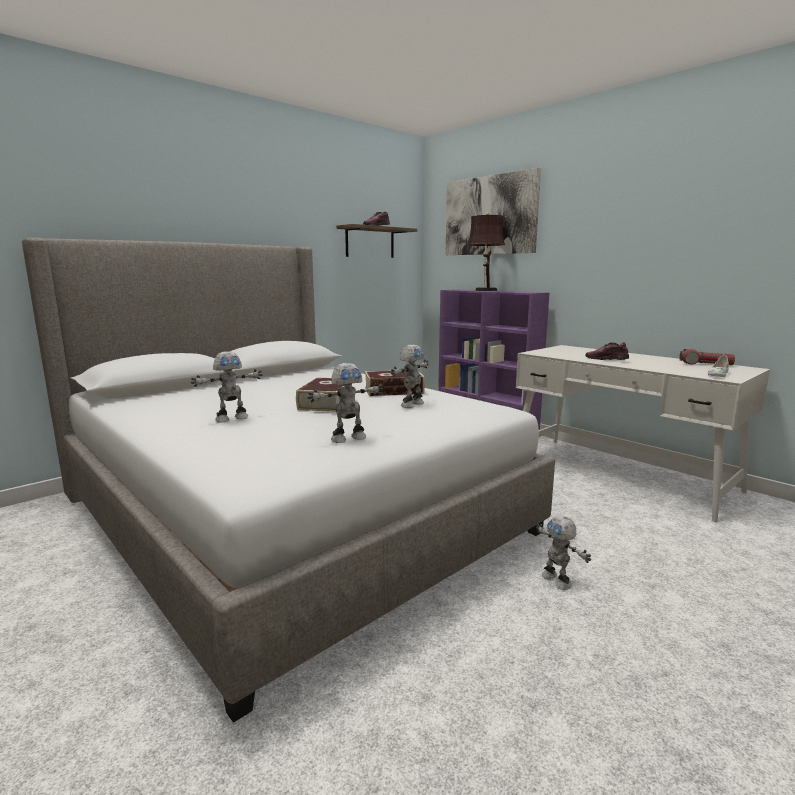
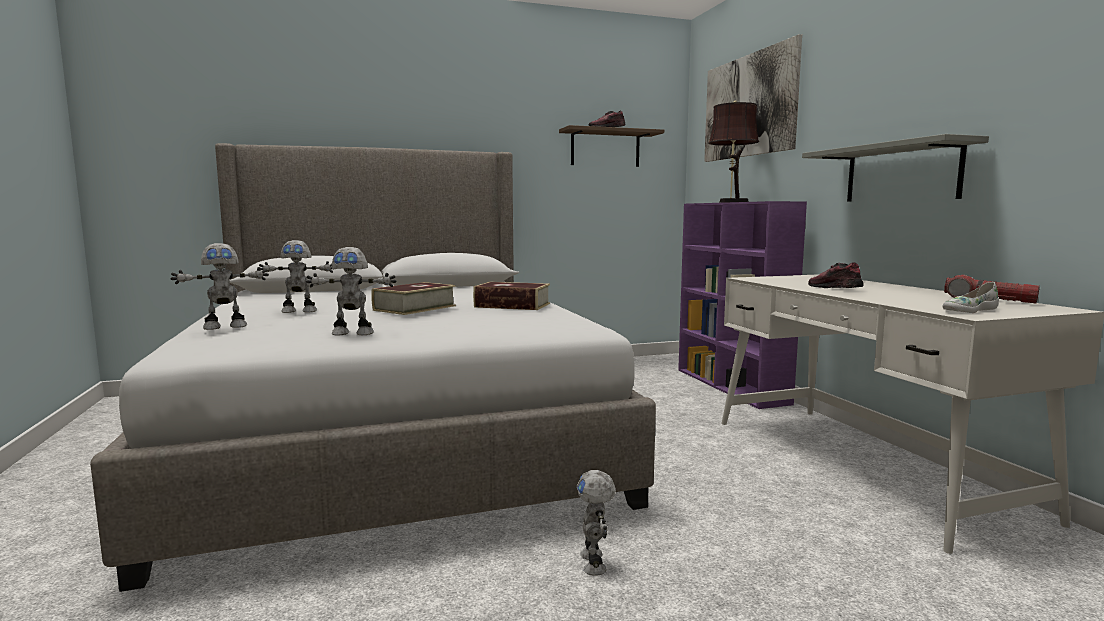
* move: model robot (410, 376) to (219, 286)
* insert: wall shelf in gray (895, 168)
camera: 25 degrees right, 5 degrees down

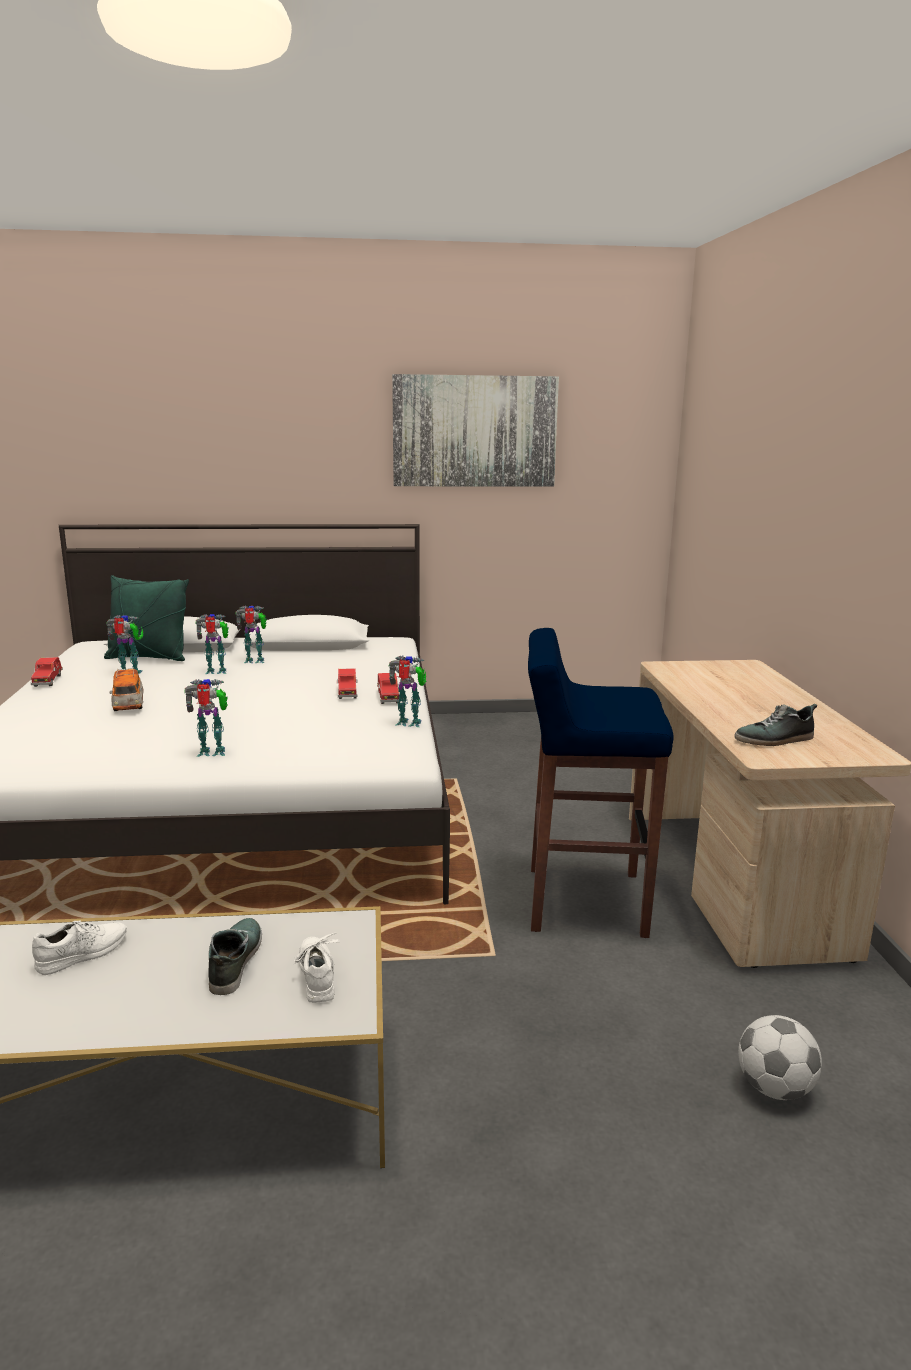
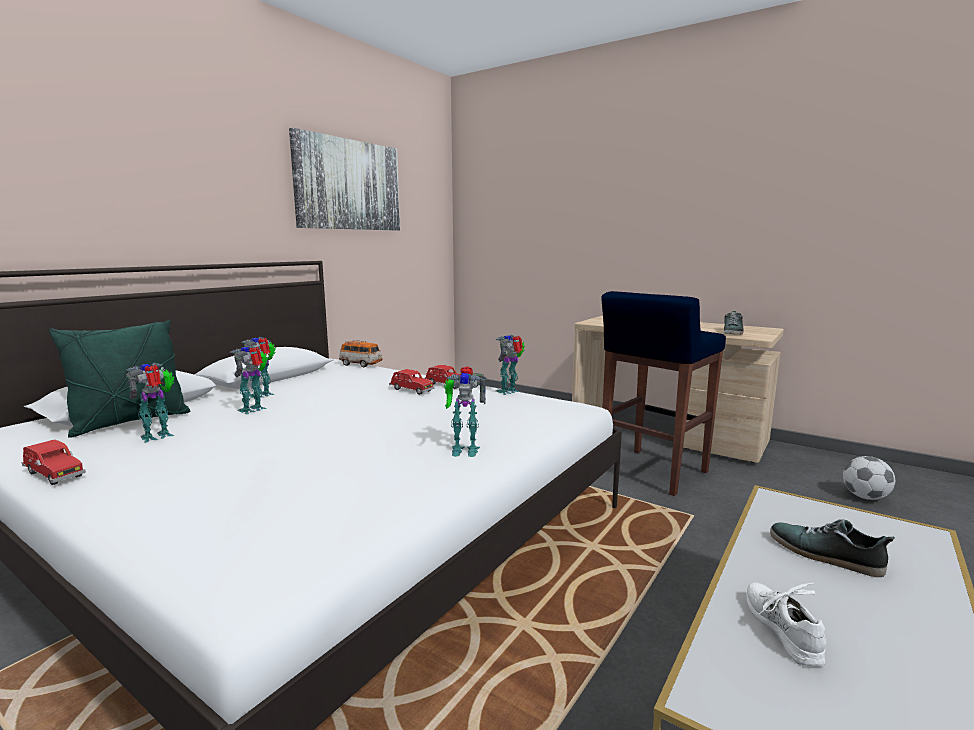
* move: model car (127, 689) to (360, 353)
* rotate: model robot (206, 718) = (465, 412) 120 degrees counterclockwise
* delete: low shoe in white-coloured (317, 968)
camera: 50 degrees left, 5 degrees down

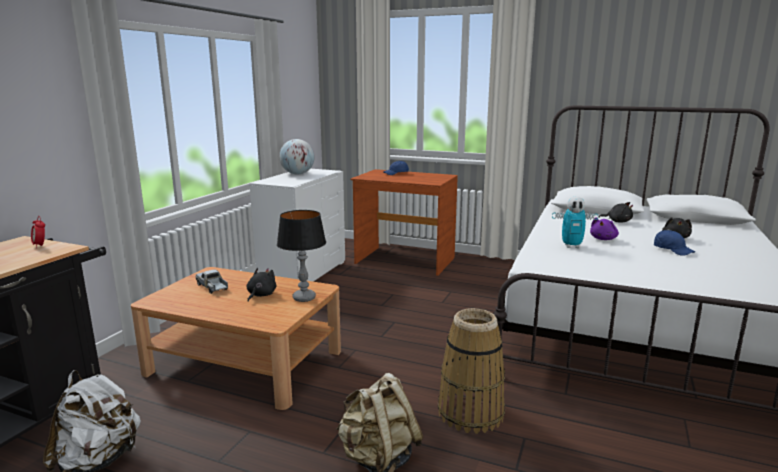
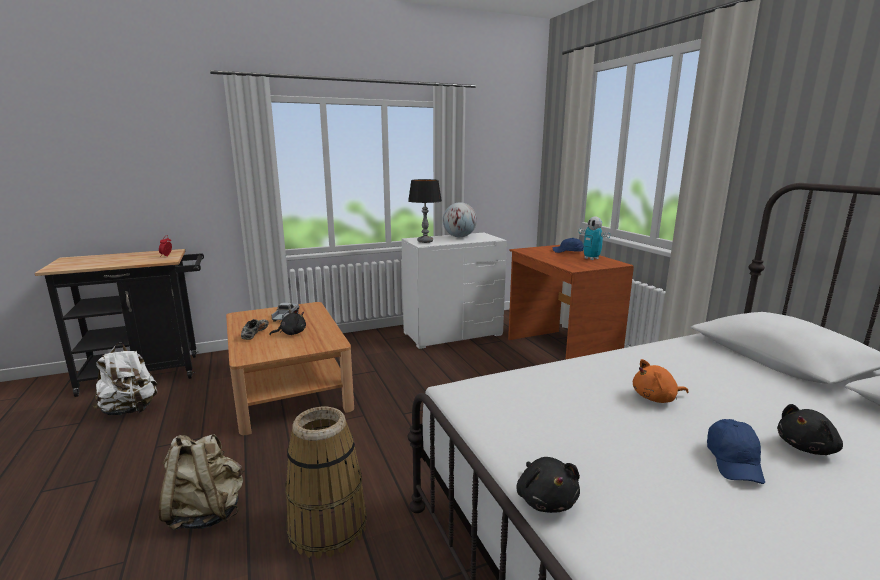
* move: tabletop lamp (301, 256) to (425, 211)
* move: model robot (575, 222) to (595, 238)
* recolor: soft toy in purple (604, 228) to soft toy in orange (661, 381)
* move: soft toy in black (616, 212) to (548, 485)
* insert: low shoe (255, 329)
camera: 45 degrees right, 0 degrees up

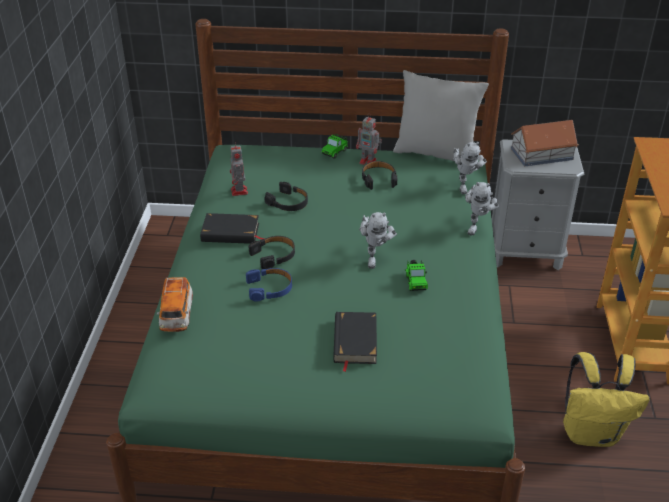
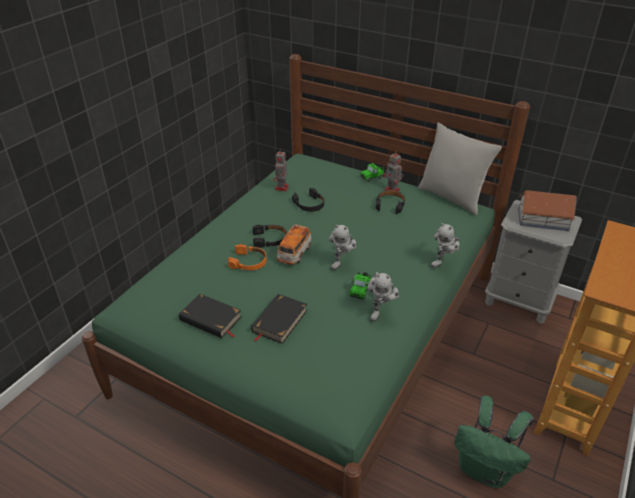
* move: model car (175, 304) to (294, 244)
* move: volume in black (232, 228) to (210, 316)
* recolor: headset in bluish (269, 284) to headset in orange (247, 257)
* move: model robot (470, 168) to (383, 297)
* recolor: knapsack in yellow-coloured (606, 399) to knapsack in green (494, 442)
camera: 25 degrees right, 0 degrees up

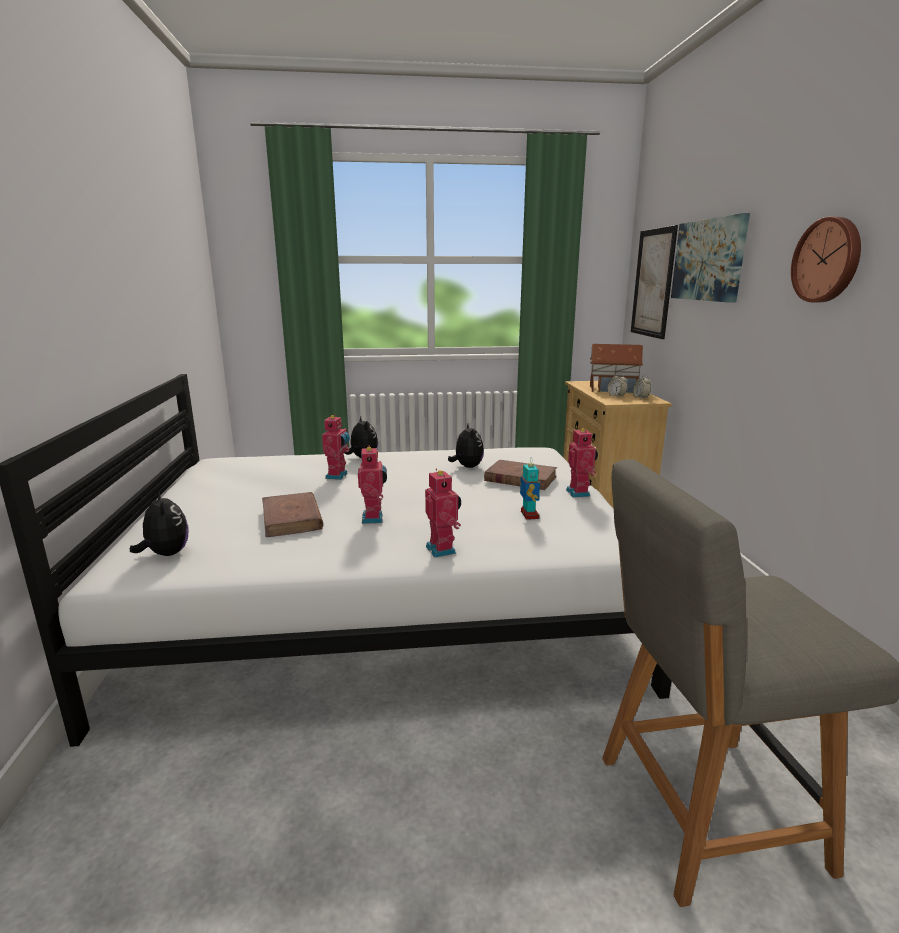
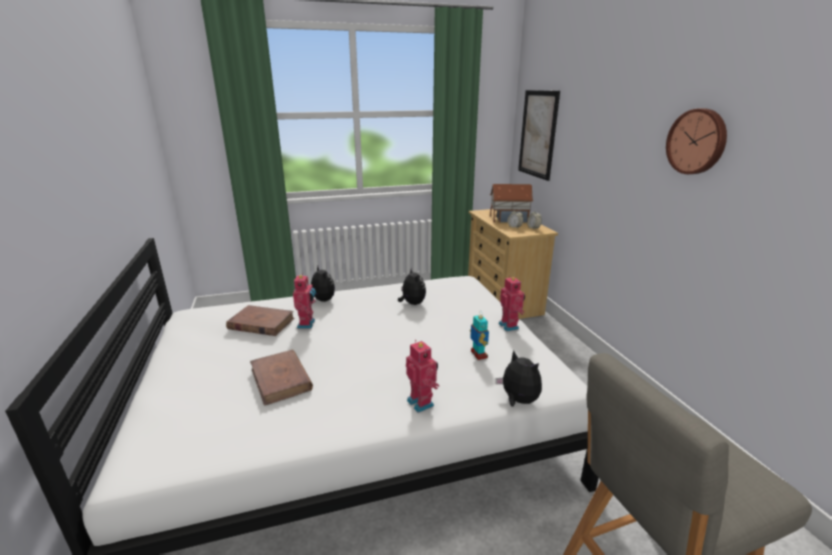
* move: soft toy (159, 523) to (519, 378)
* delete: model robot (372, 484)
* move: volume in brown (520, 475) to (260, 320)
* delete: picture (710, 258)
camera: 10 degrees left, 5 degrees up

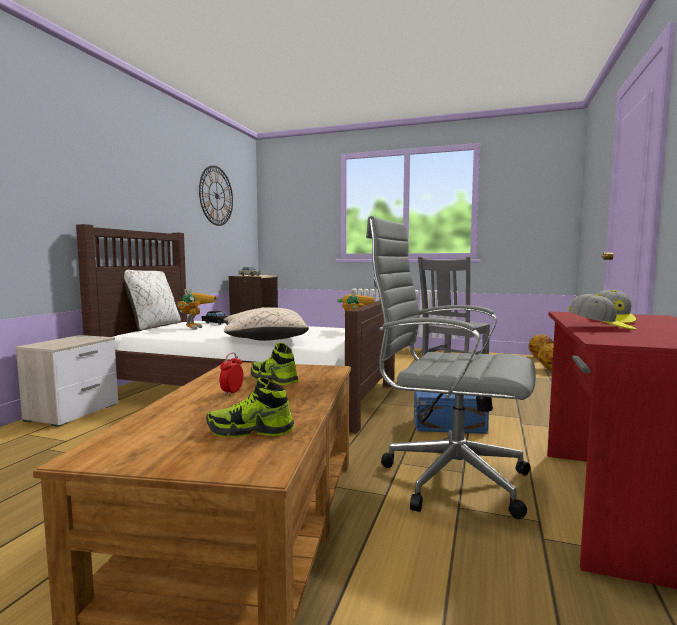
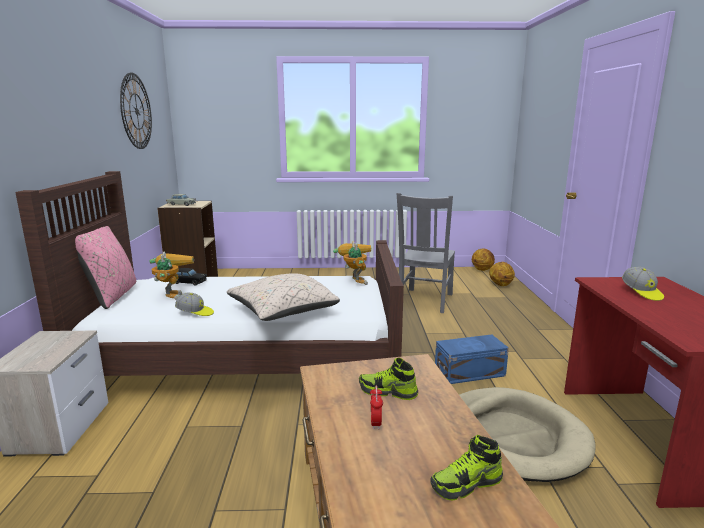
* recolor: throw pillow in white-coloured (152, 300) to throw pillow in pink-coloured (105, 267)
* replace: office chair in gray (451, 367) to pet bed in beige-coloured (527, 434)
* move: baseball cap (602, 312) to (194, 304)
camera: 20 degrees left, 10 degrees up

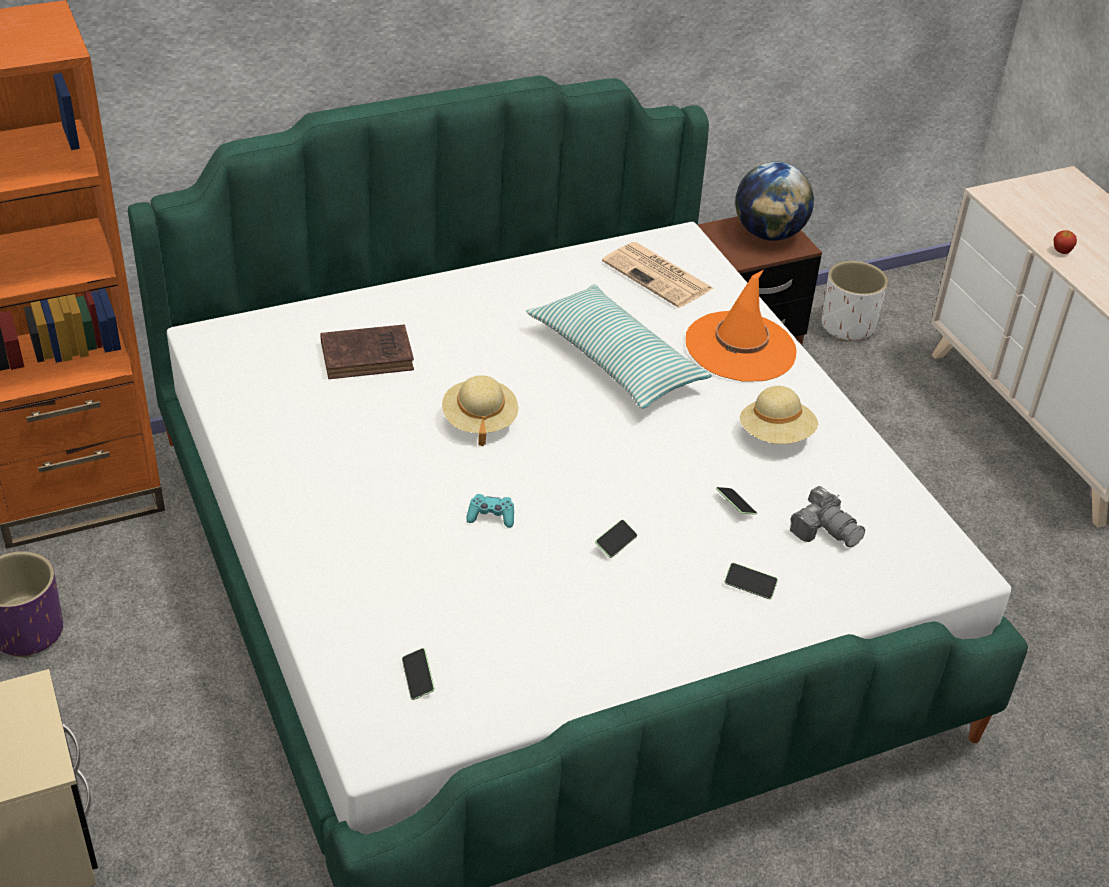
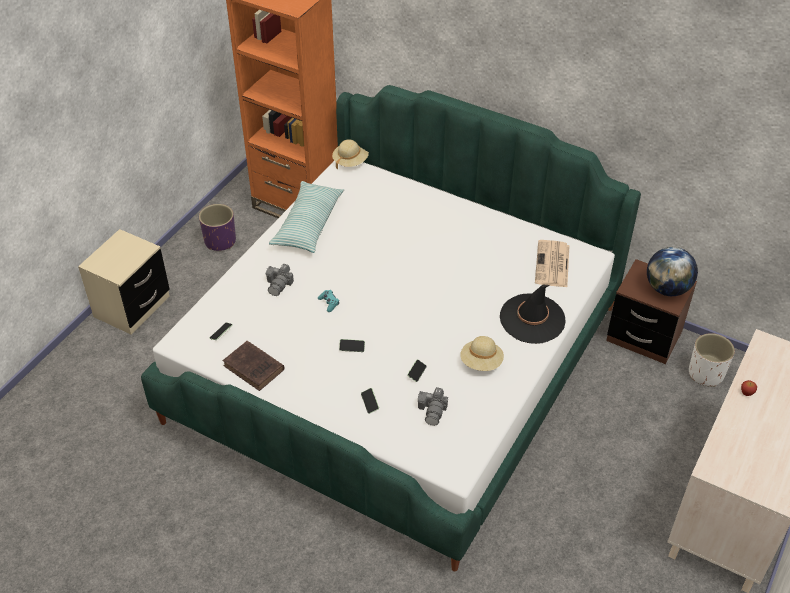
* move: volume in brown (367, 351) to (253, 366)
* move: hat in beige-coloured (480, 410) to (350, 154)
* move: throw pillow (619, 346) to (306, 217)
* recolor: hat in orange (741, 325) to hat in black (533, 314)
* insert: photo camera (280, 279)
camera: 55 degrees right, 5 degrees up

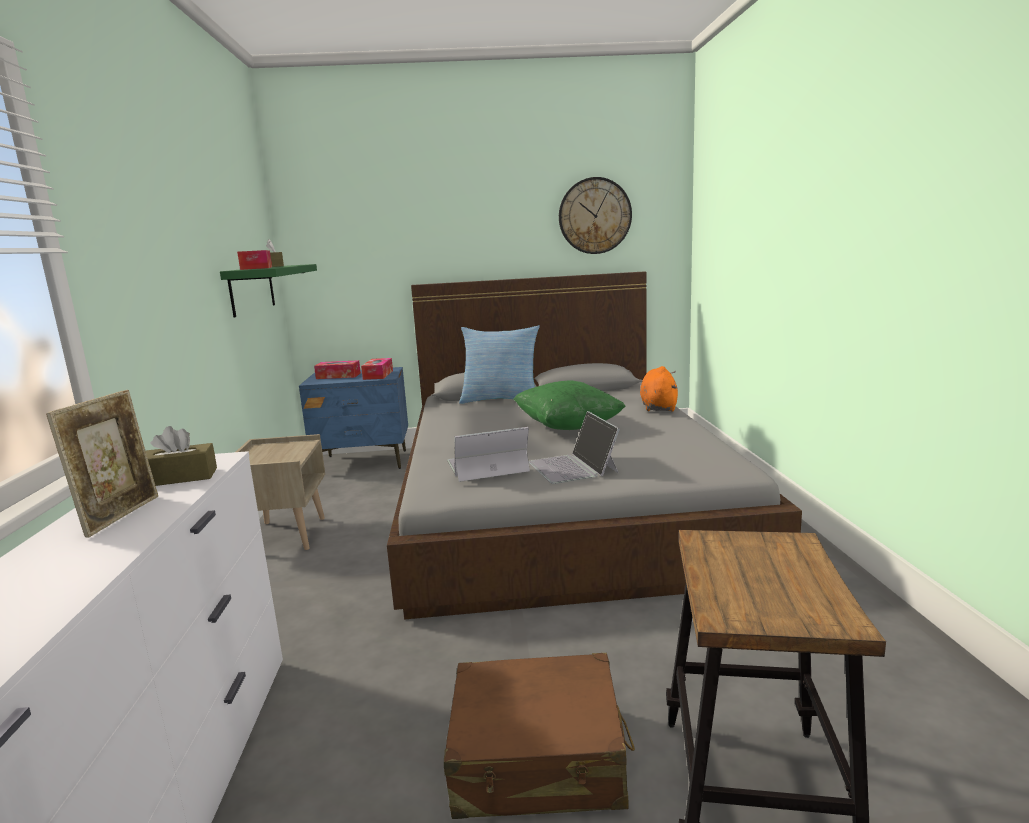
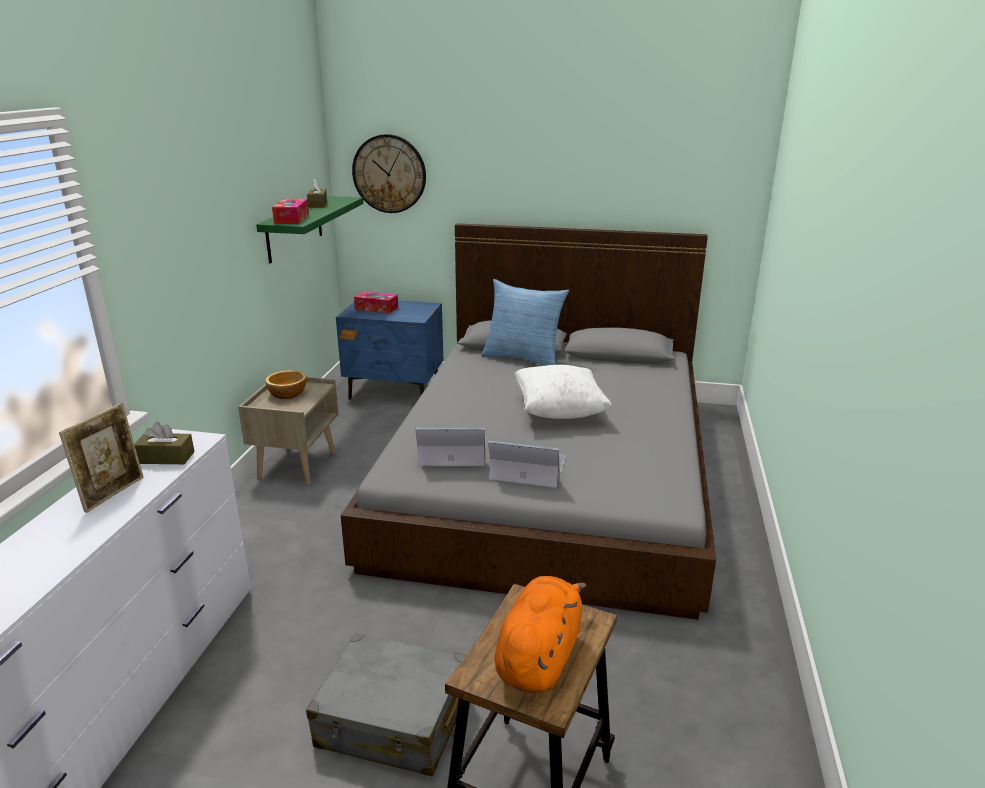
* delete: box of tissues (377, 369)
* recolor: piece of luggage in brown (539, 736) to piece of luggage in gray (386, 705)
* recolor: throw pillow in green (569, 405) to throw pillow in white-coloured (563, 392)
* rotate: portable computer (574, 447) = (527, 464) 105 degrees clockwise
* move: clock on the wall (595, 215) to (389, 173)
* move: soft toy in orange (659, 388) to (541, 634)
* insert: bowl (286, 384)
camera: 15 degrees right, 10 degrees up

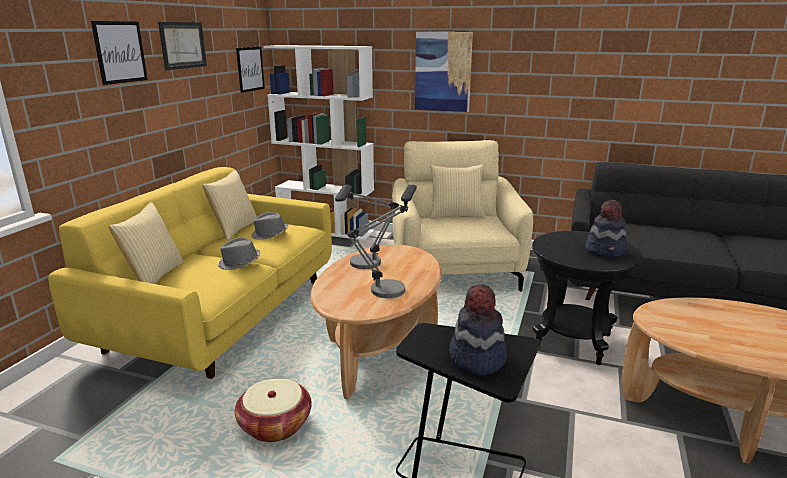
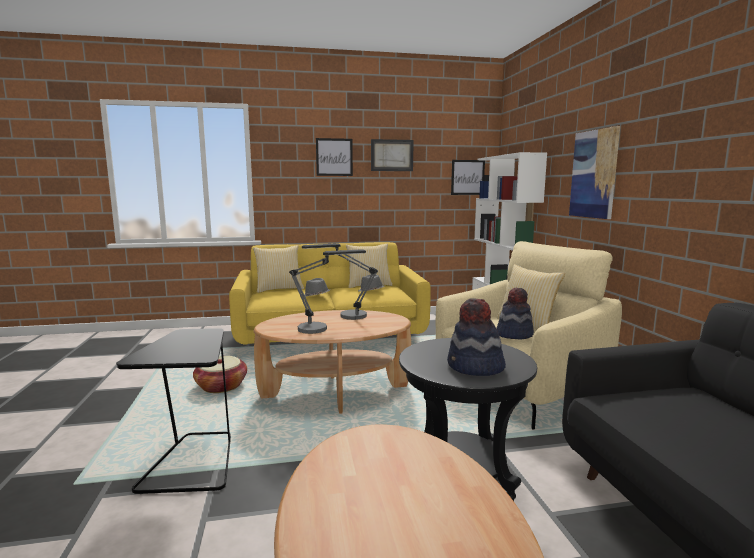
* move: hat (478, 329) to (515, 314)
camera: 60 degrees right, 10 degrees down

